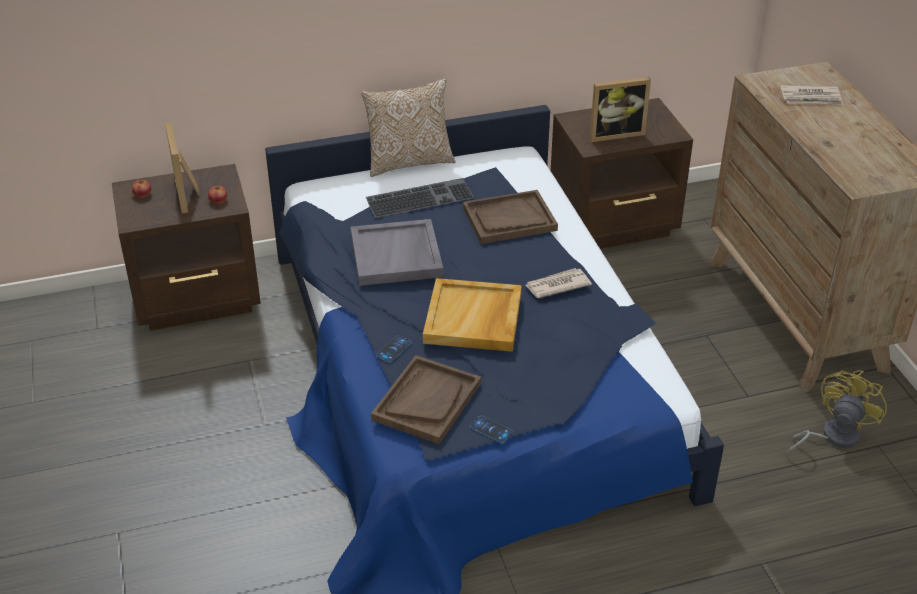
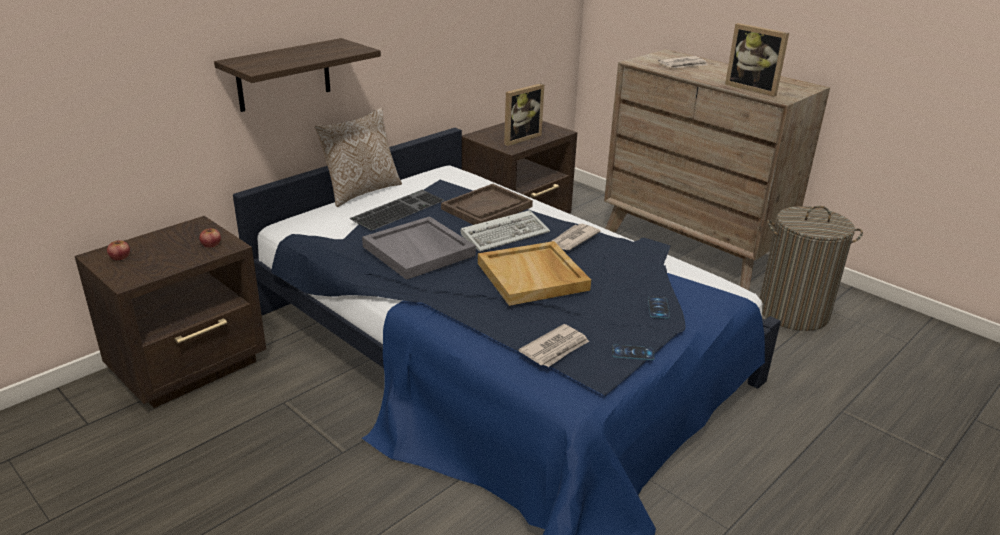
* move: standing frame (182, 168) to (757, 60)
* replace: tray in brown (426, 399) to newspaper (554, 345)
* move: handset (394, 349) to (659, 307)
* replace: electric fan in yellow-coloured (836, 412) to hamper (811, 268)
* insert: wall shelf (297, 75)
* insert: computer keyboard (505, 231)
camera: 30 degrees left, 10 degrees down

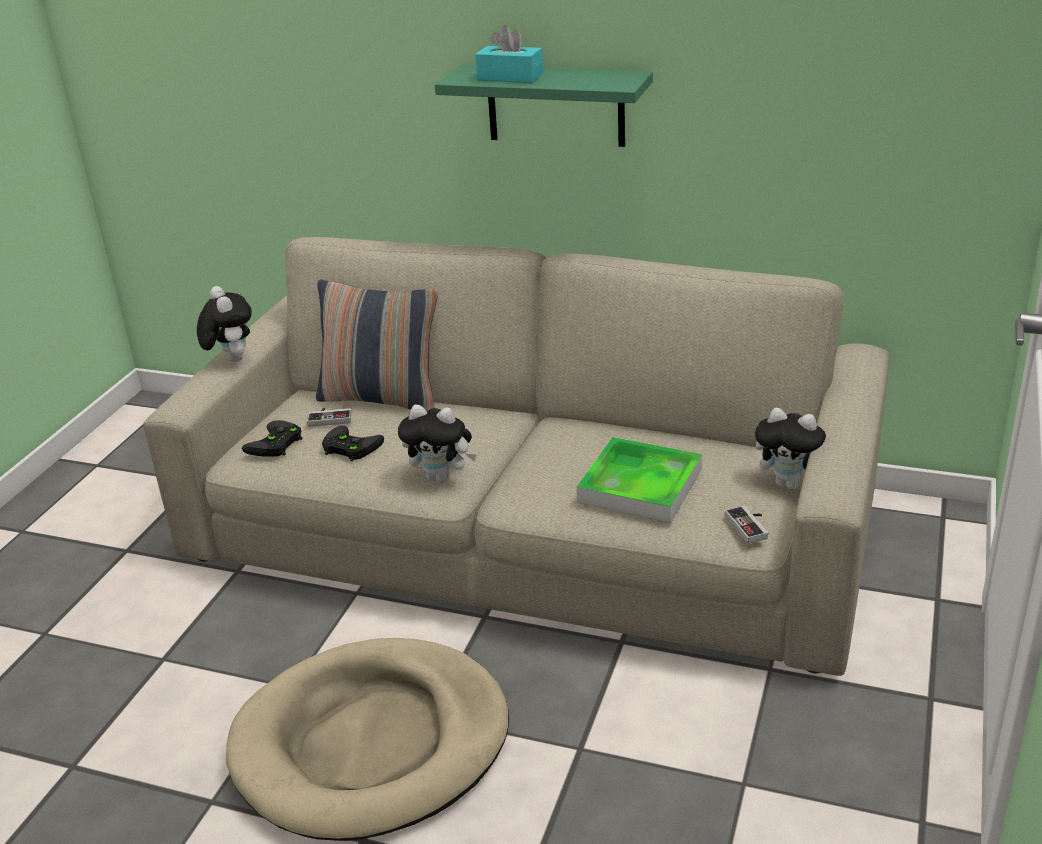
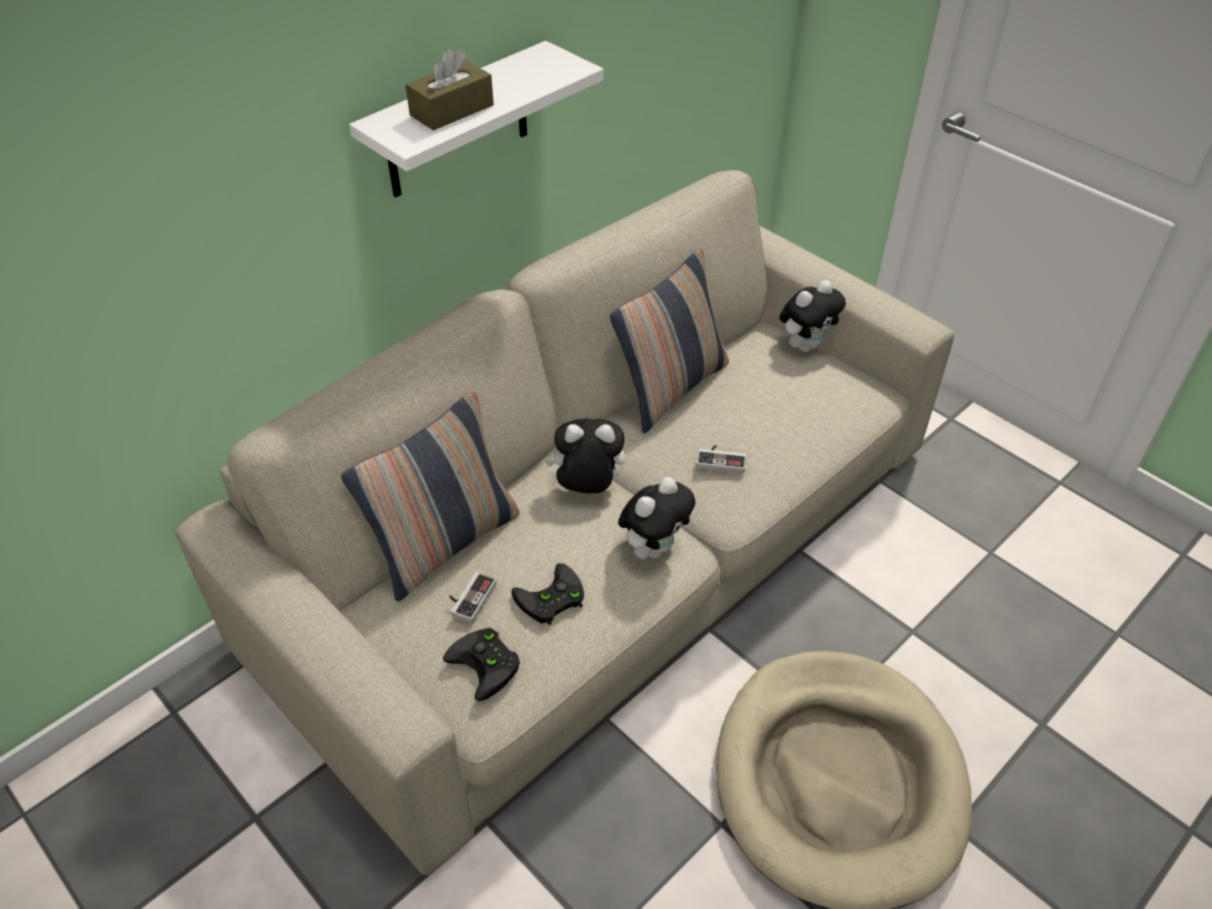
* move: soft toy (224, 324) to (585, 456)
* recolor: wall shelf in green (544, 106) to wall shelf in white-coloured (476, 119)
* recolor: box of tissues in turquoise-coloured (509, 54) to box of tissues in brown (449, 89)
* delete: tray (639, 480)
* move: joypad (746, 524) to (721, 459)
* insert: throw pillow (669, 340)
camera: 65 degrees left, 15 degrees up

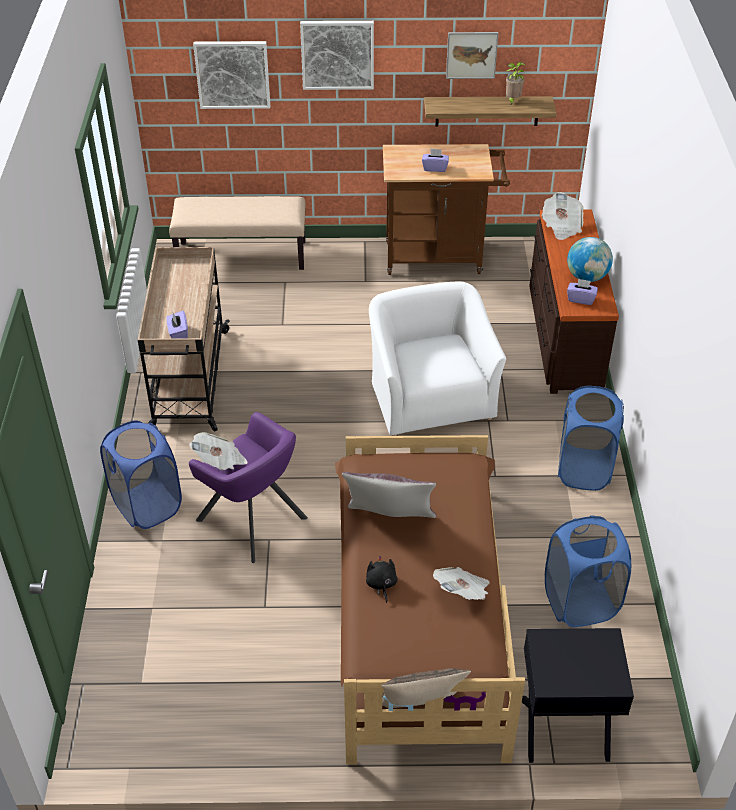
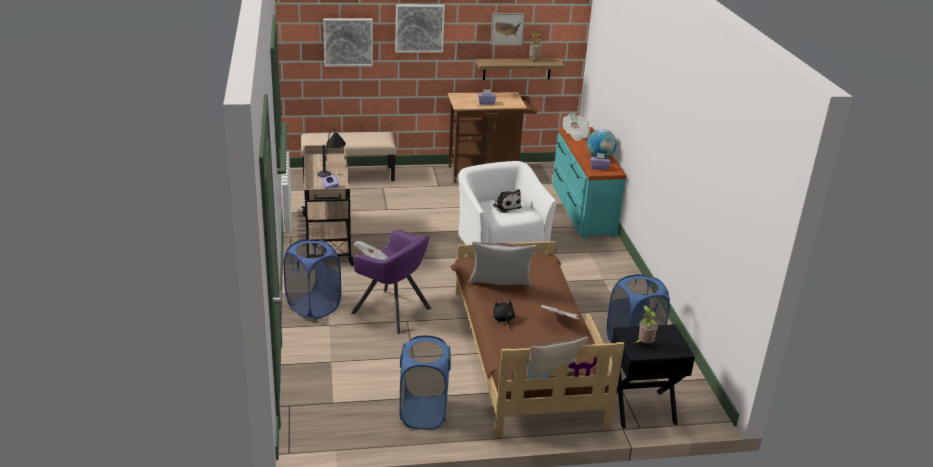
* recolor: drawer chest in brown (574, 302) to drawer chest in turquoise-coloured (589, 183)
* move: hamper in bluish (591, 438) to (425, 382)
* insert: tabletop lamp (331, 153)
* insert: soft toy (506, 201)
* insert: plant in a pot (647, 324)
camera: 10 degrees left, 15 degrees down

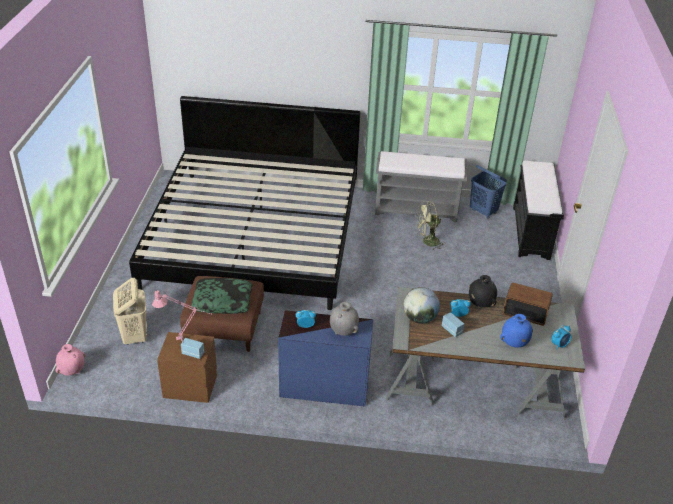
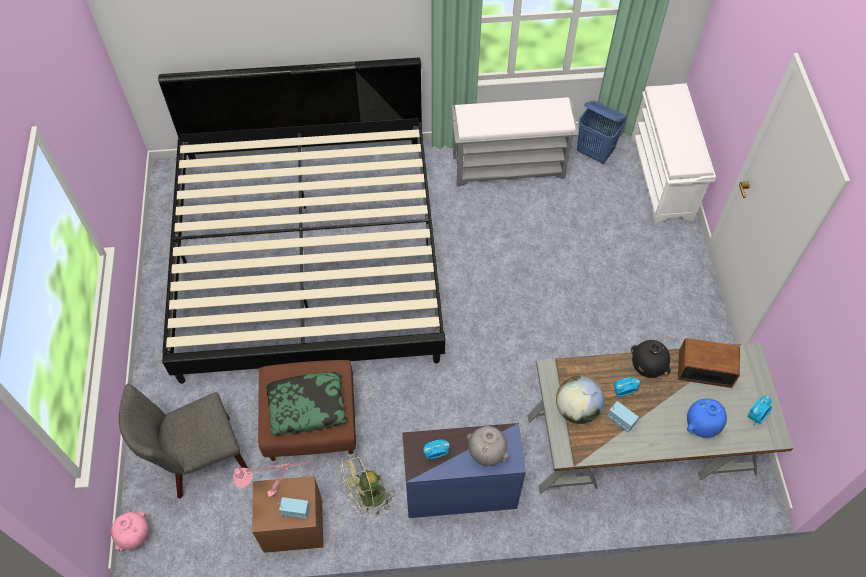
* replace: hamper in beige-coloured (130, 311) to chair in gray (183, 441)
* move: electric fan in green (430, 226) to (368, 484)
* recolor: indoor bench in black (538, 210) to indoor bench in white-coloured (673, 153)
camera: 10 degrees left, 20 degrees up

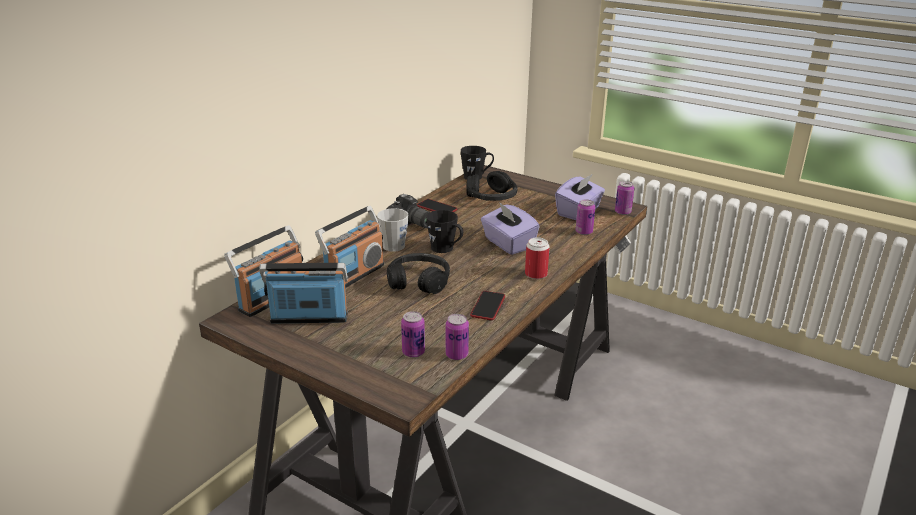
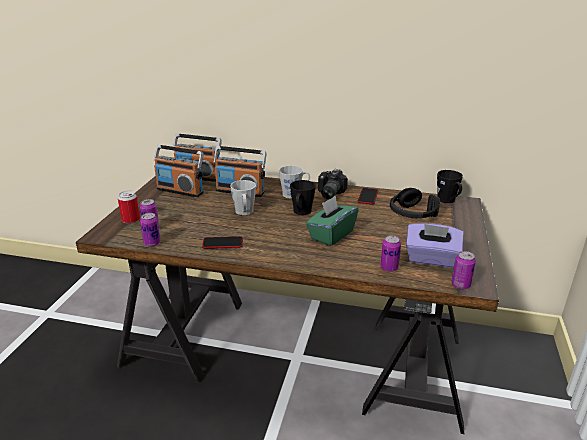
* rotate: radio set (303, 293) = (179, 171) 135 degrees clockwise
* replace: headset in black (418, 273) to tea mug in gray (243, 197)
* recolor: box of tissues in purple (510, 228) to box of tissues in green (332, 221)
* move: metal can (537, 258) to (129, 207)
camera: 70 degrees right, 0 degrees up

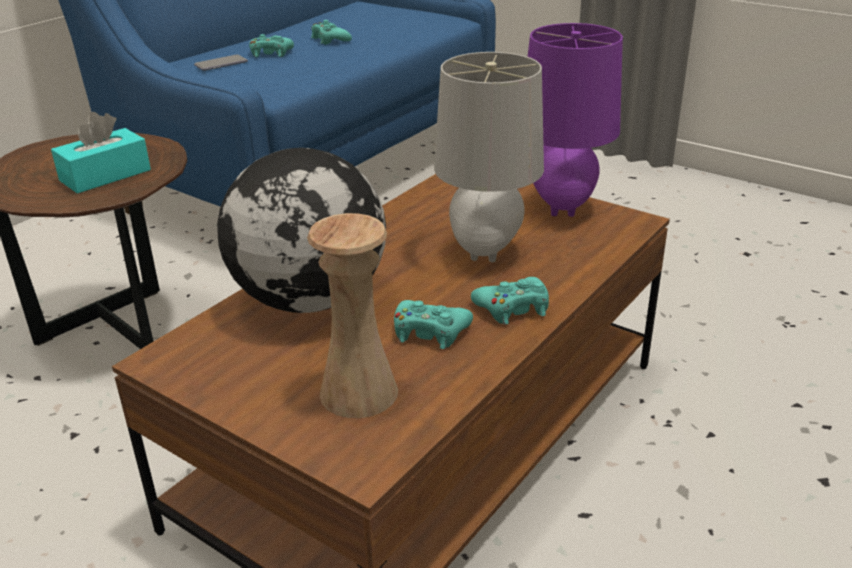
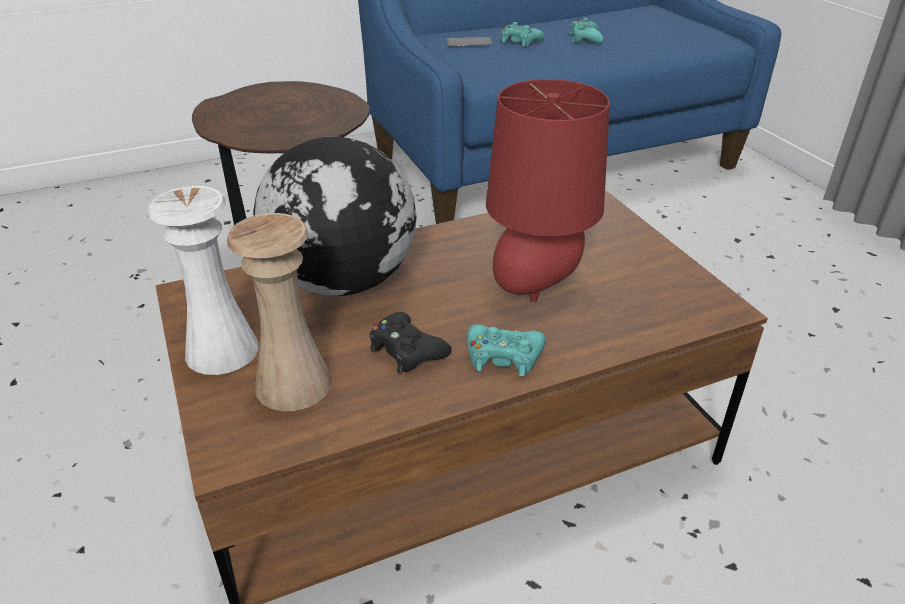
* delete: box of tissues in turquoise-coloured (101, 153)
* recolor: joypad in turquoise-coloured (433, 324) to joypad in black (410, 342)
* recolor: tabletop lamp in gray (489, 157) to tabletop lamp in red-coloured (548, 190)
* delete: tabletop lamp in purple (575, 120)
* insert: flower vase in white-coloured (203, 280)
camera: 30 degrees right, 5 degrees up

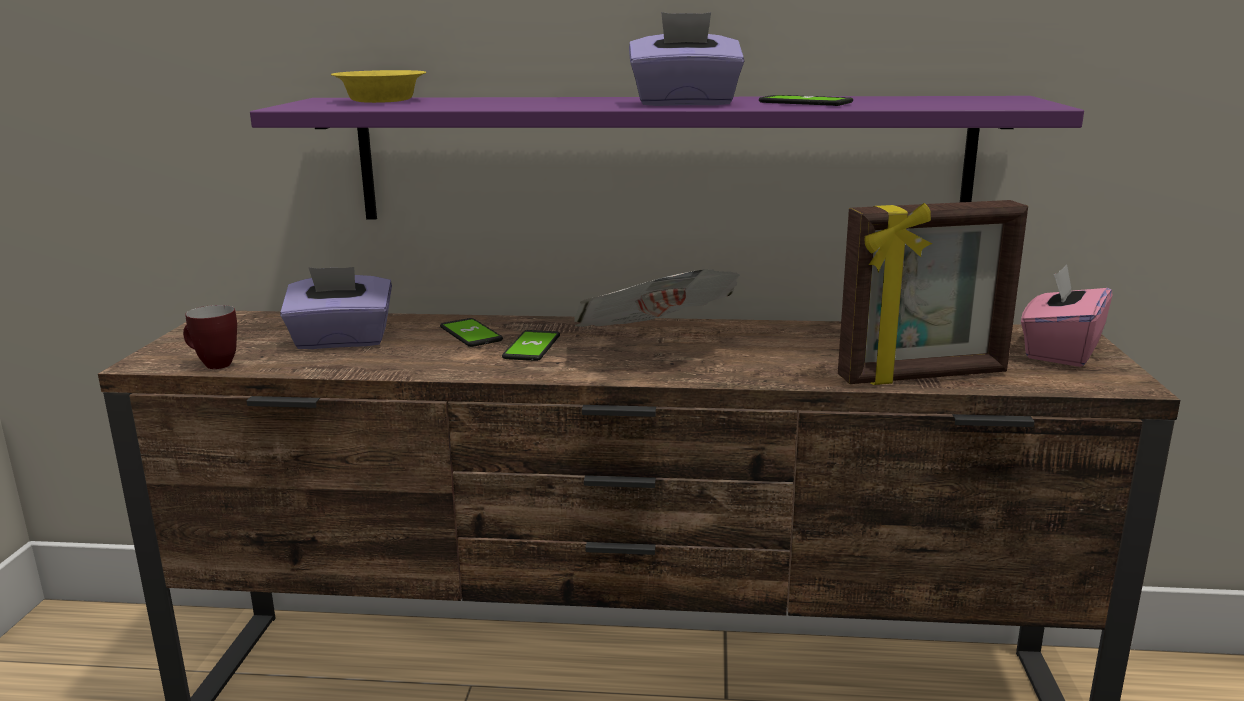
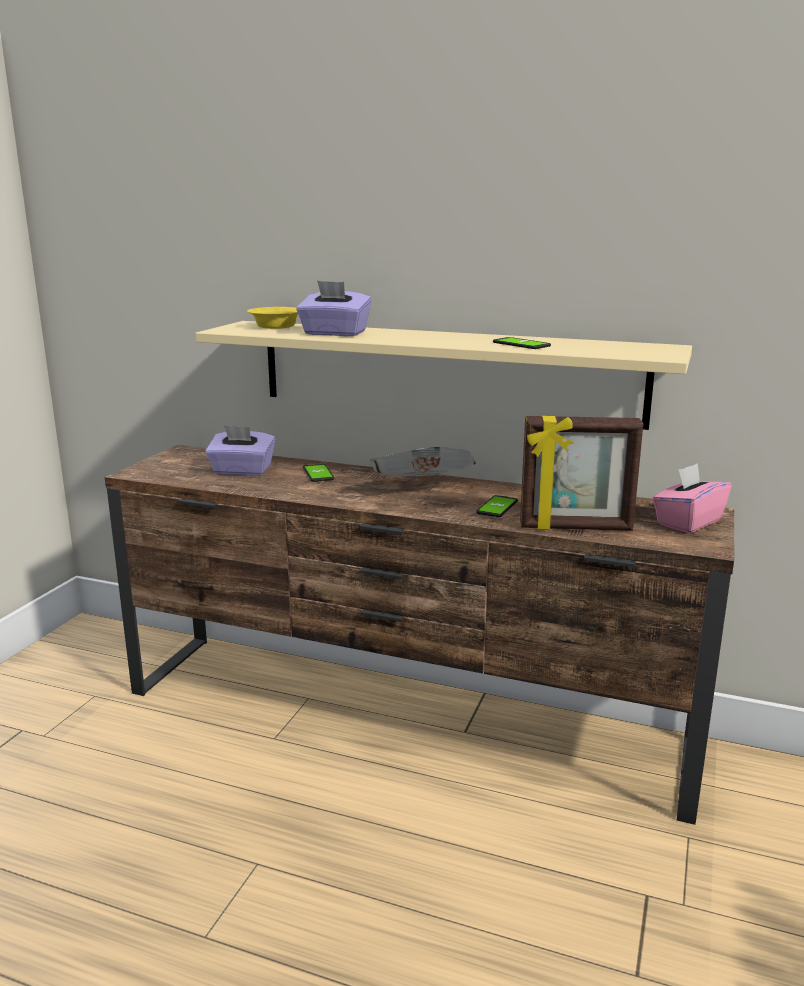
* delete: tea mug (210, 337)
* recolor: wall shelf in purple (667, 157) to wall shelf in beige-coloured (443, 375)
* move: handset (531, 345) to (497, 506)
* move: box of tissues in purple (686, 59) to (334, 308)
camera: 15 degrees right, 0 degrees up

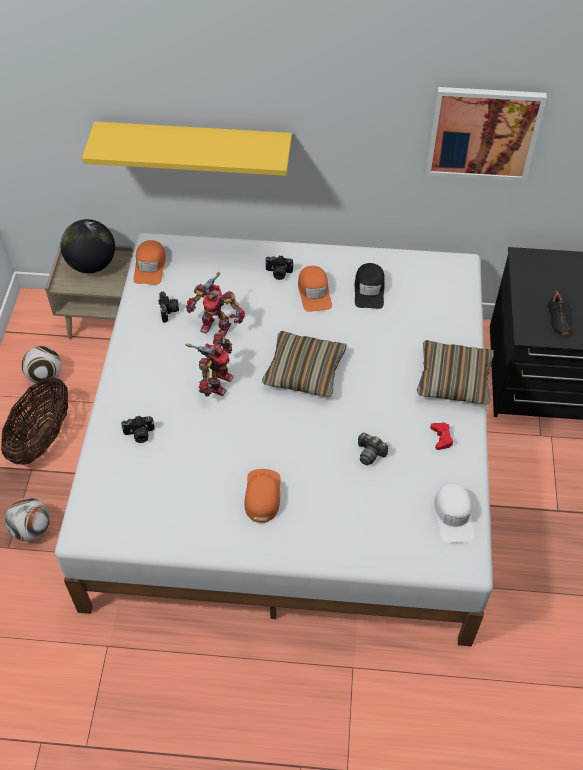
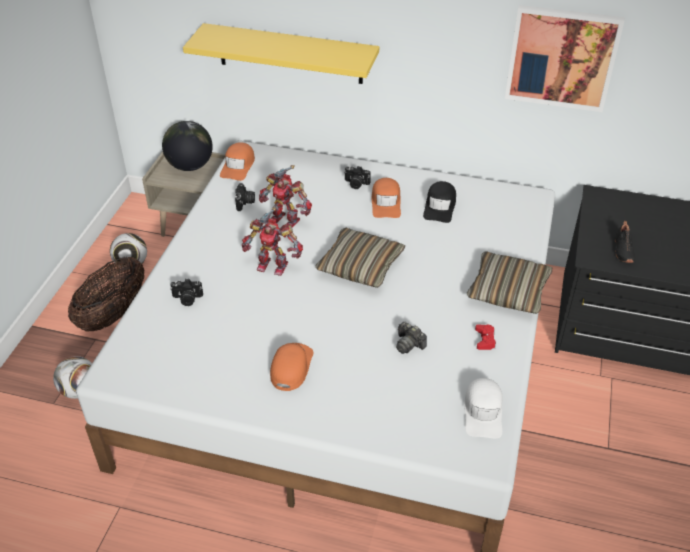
* rotate: model robot (209, 365) = (272, 241) 75 degrees clockwise
camera: 10 degrees right, 10 degrees down

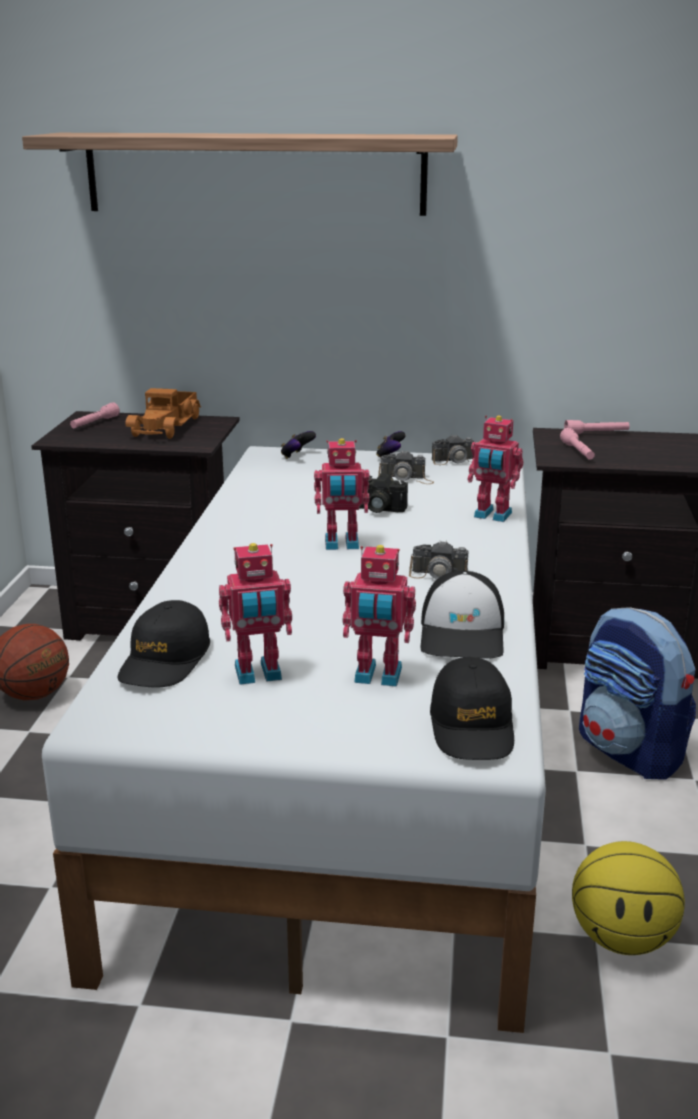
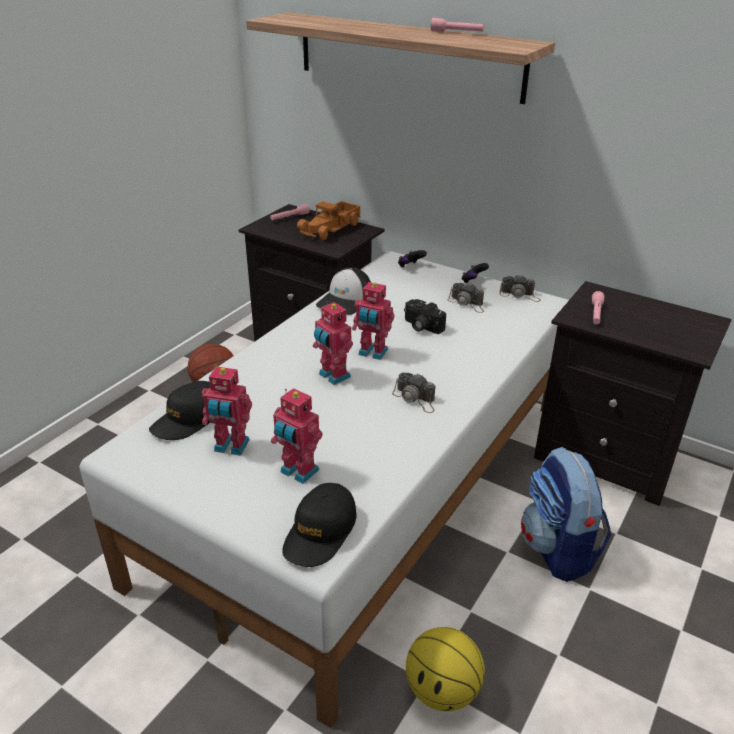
* move: baseball cap (462, 615) to (343, 291)
* move: model robot (495, 469) to (333, 343)
* move: hand torch in pink-coloured (596, 427) to (457, 25)
camera: 25 degrees right, 10 degrees up

